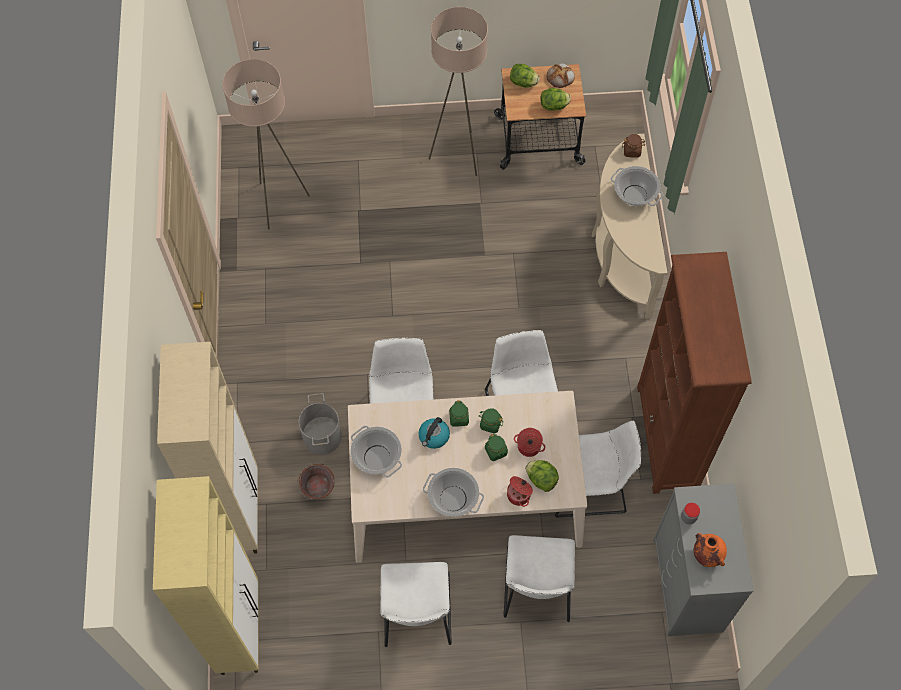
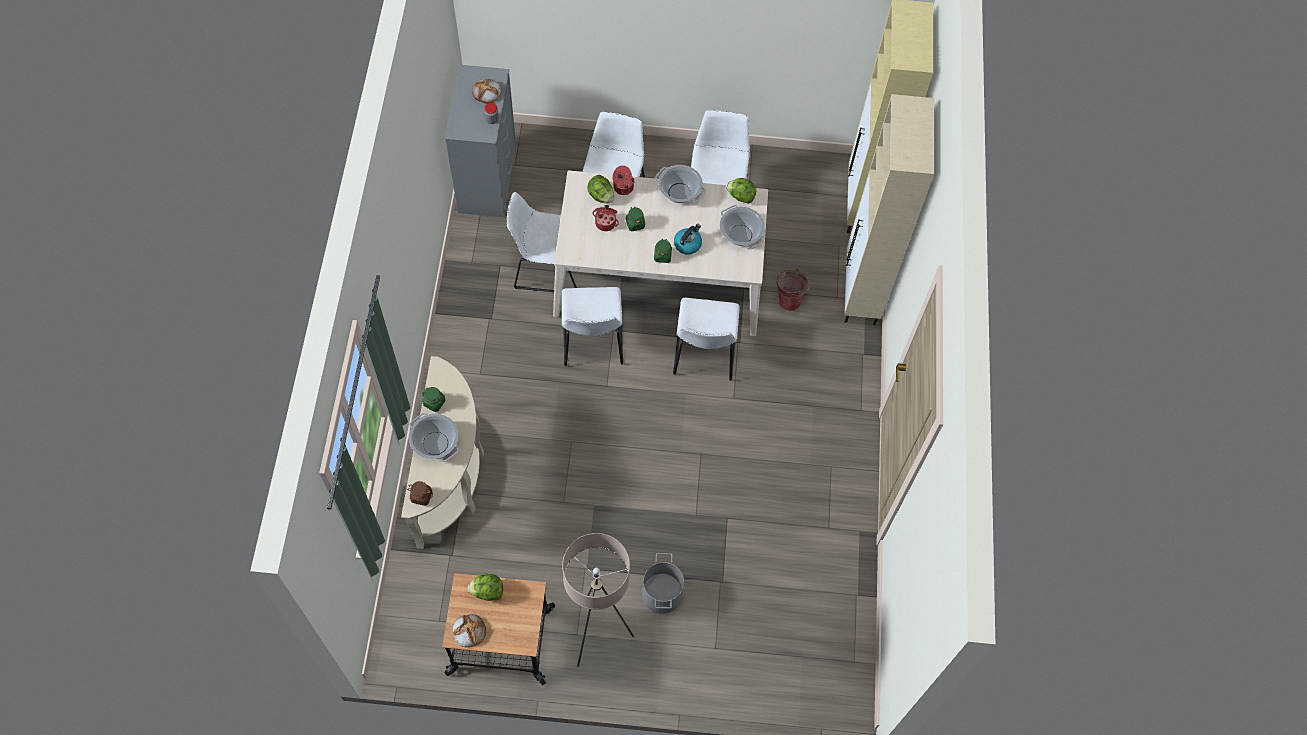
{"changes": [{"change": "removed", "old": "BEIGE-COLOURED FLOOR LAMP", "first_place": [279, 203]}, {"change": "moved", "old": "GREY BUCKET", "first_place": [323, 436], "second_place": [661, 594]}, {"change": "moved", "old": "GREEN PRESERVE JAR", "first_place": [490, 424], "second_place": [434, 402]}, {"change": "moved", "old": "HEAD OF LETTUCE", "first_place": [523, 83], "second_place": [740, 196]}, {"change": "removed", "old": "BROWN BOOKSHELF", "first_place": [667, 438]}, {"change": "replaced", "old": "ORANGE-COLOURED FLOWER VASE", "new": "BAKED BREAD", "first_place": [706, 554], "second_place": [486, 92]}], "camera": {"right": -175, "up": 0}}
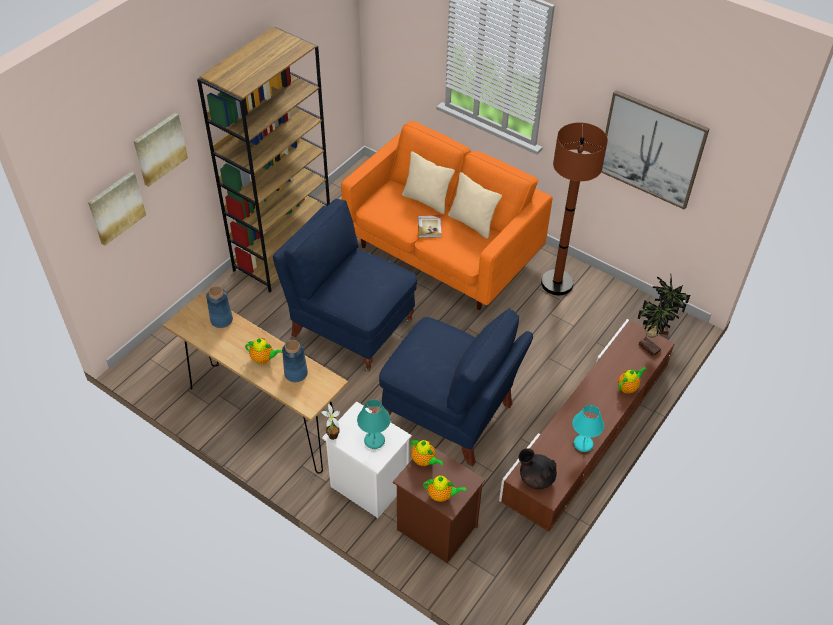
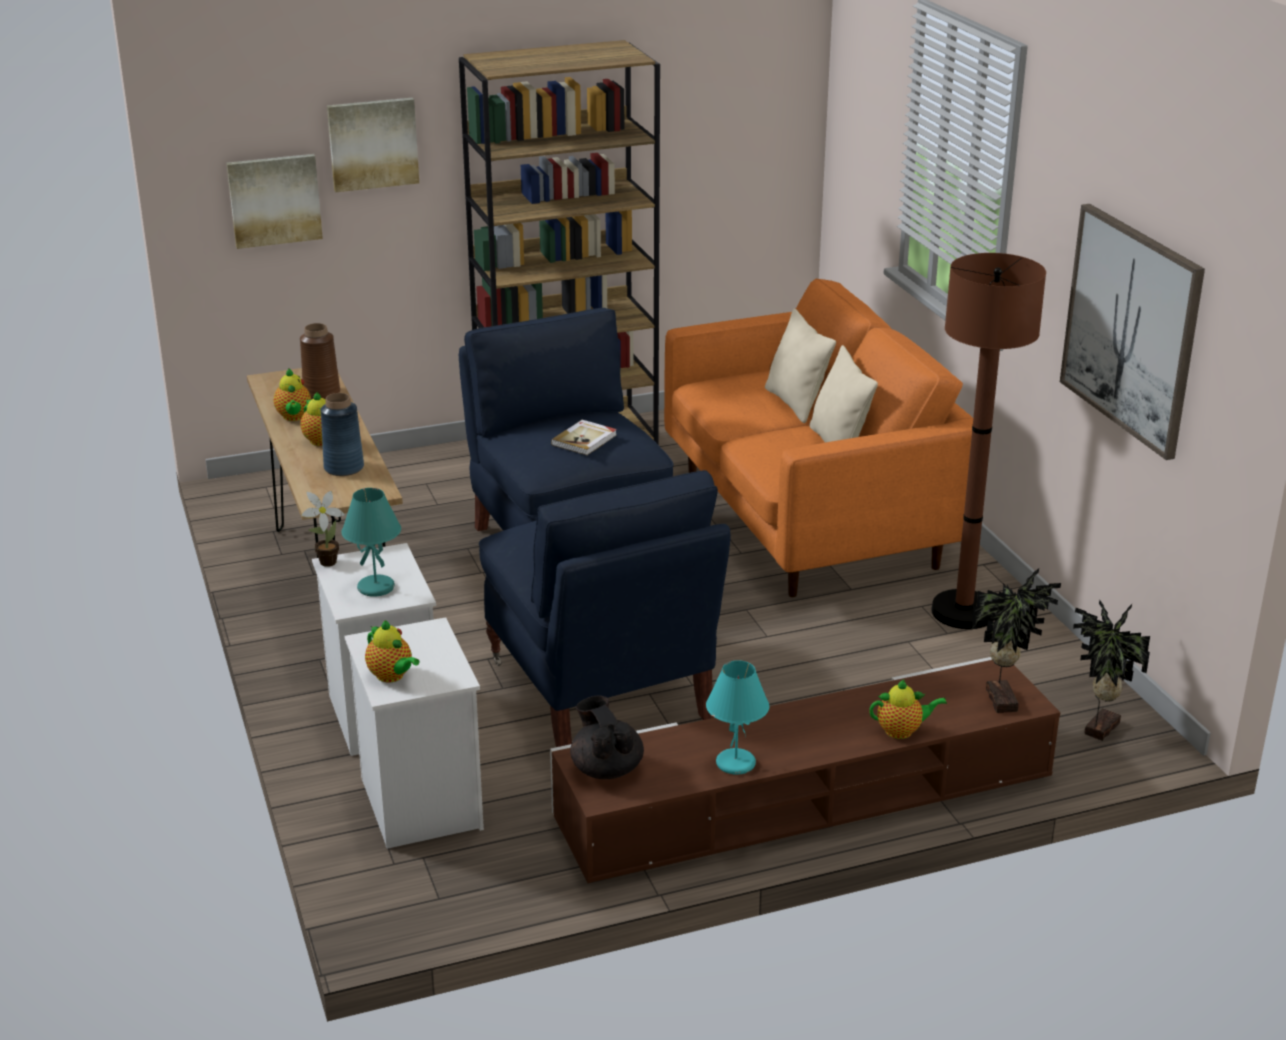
{"changes": [{"change": "recoloured", "old": "BLUE FLOWER VASE", "new": "BROWN FLOWER VASE", "first_place": [221, 320], "second_place": [321, 393]}, {"change": "recoloured", "old": "BROWN NIGHT TABLE", "new": "WHITISH NIGHT TABLE", "first_place": [434, 528], "second_place": [418, 802]}, {"change": "moved", "old": "TEAPOT", "first_place": [424, 461], "second_place": [294, 417]}, {"change": "moved", "old": "BOUND BOOK", "first_place": [430, 227], "second_place": [585, 440]}], "camera": {"right": 35, "up": -20}}
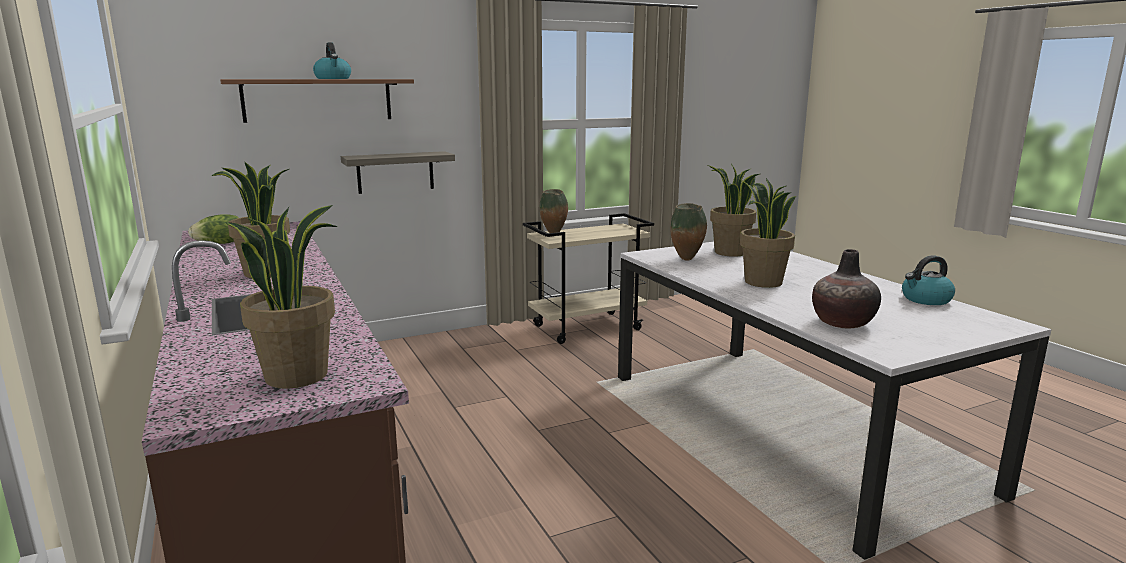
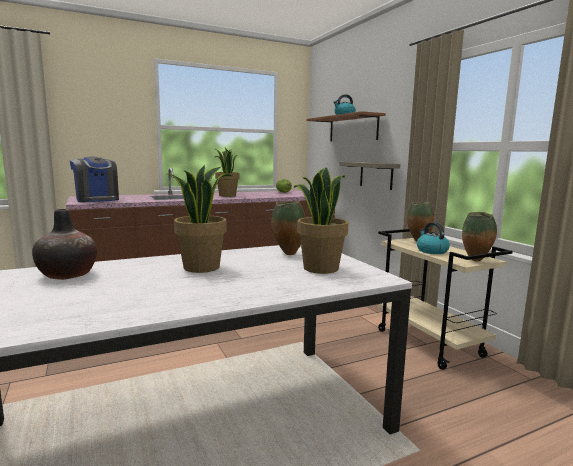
{"changes": [{"change": "replaced", "old": "POTTED PLANT", "new": "COFFEE BREWER", "first_place": [297, 375], "second_place": [97, 200]}, {"change": "moved", "old": "TEA KETTLE", "first_place": [925, 300], "second_place": [431, 251]}, {"change": "added", "new": "FLOWER VASE", "second_place": [476, 261]}], "camera": {"right": 90, "up": -5}}
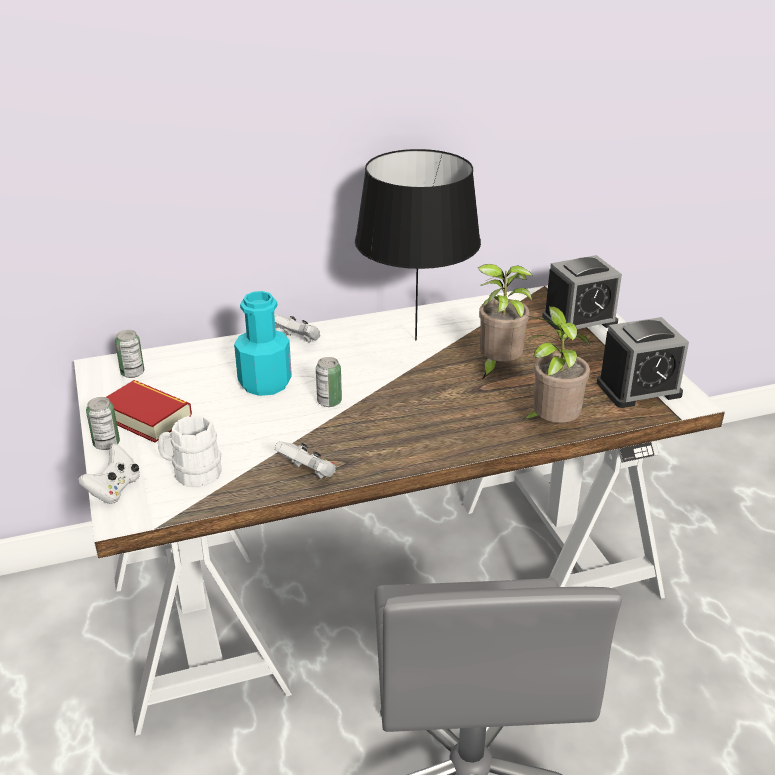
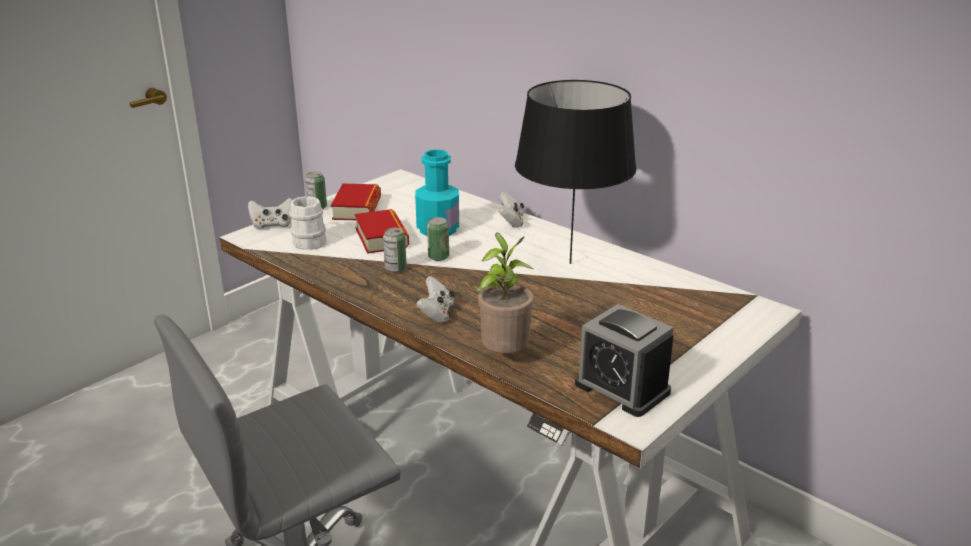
{"changes": [{"change": "moved", "old": "METAL CAN", "first_place": [132, 373], "second_place": [395, 268]}, {"change": "moved", "old": "WHITISH JOYPAD", "first_place": [308, 473], "second_place": [436, 314]}, {"change": "removed", "old": "POTTED PLANT", "first_place": [497, 368]}, {"change": "removed", "old": "TABLE CLOCK", "first_place": [579, 320]}, {"change": "added", "new": "BOUND BOOK", "second_place": [381, 237]}], "camera": {"right": 60, "up": -5}}
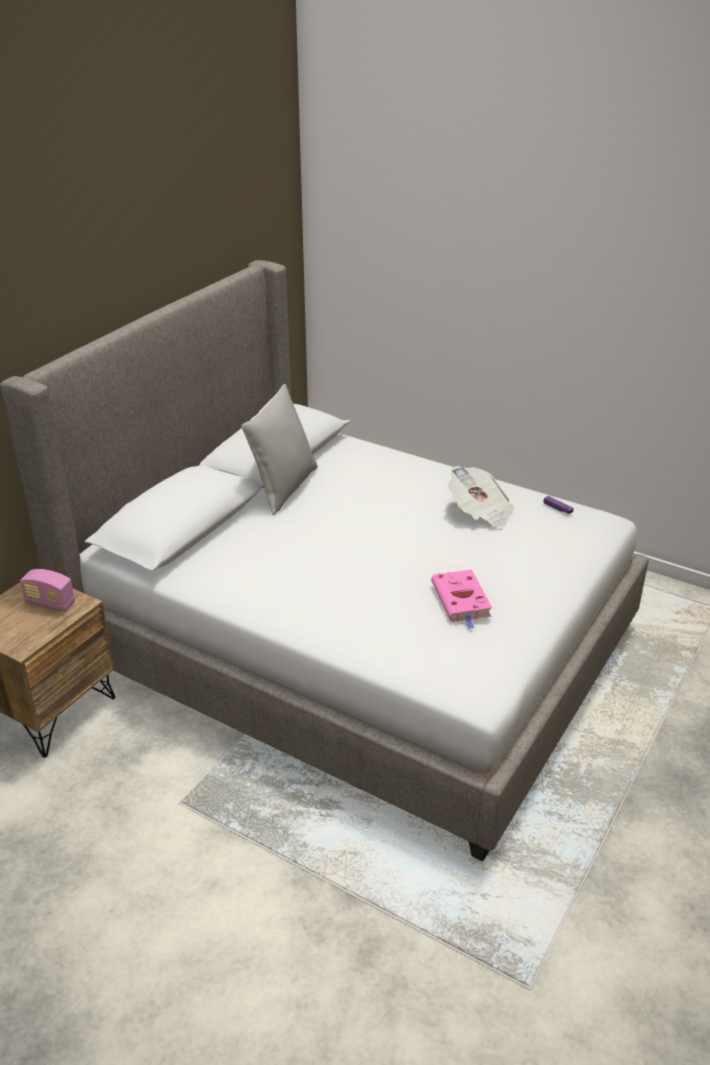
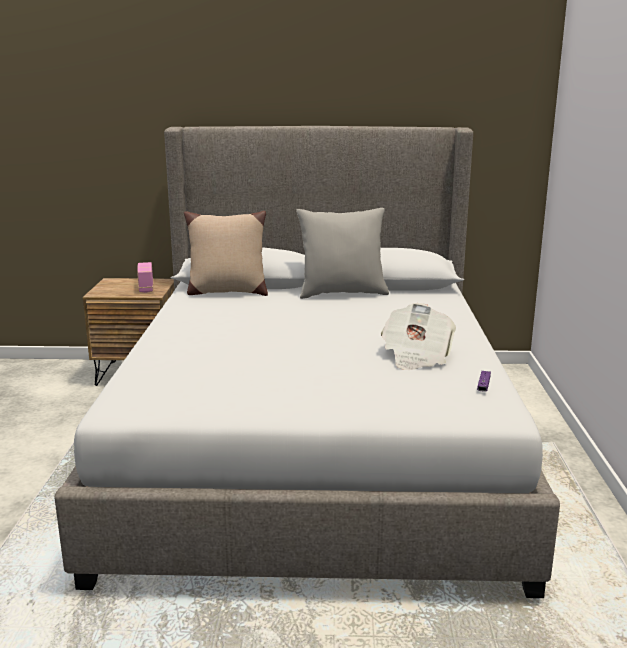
{"changes": [{"change": "removed", "old": "PINK BOUND BOOK", "first_place": [462, 601]}, {"change": "added", "new": "BEIGE-COLOURED CUSHION", "second_place": [227, 292]}], "camera": {"right": 60, "up": -15}}
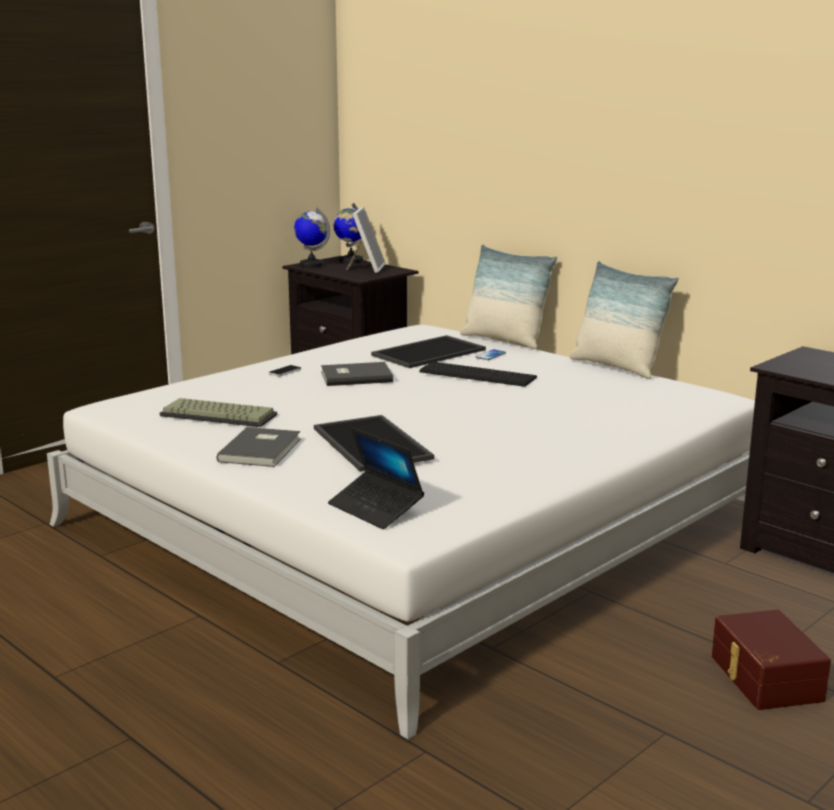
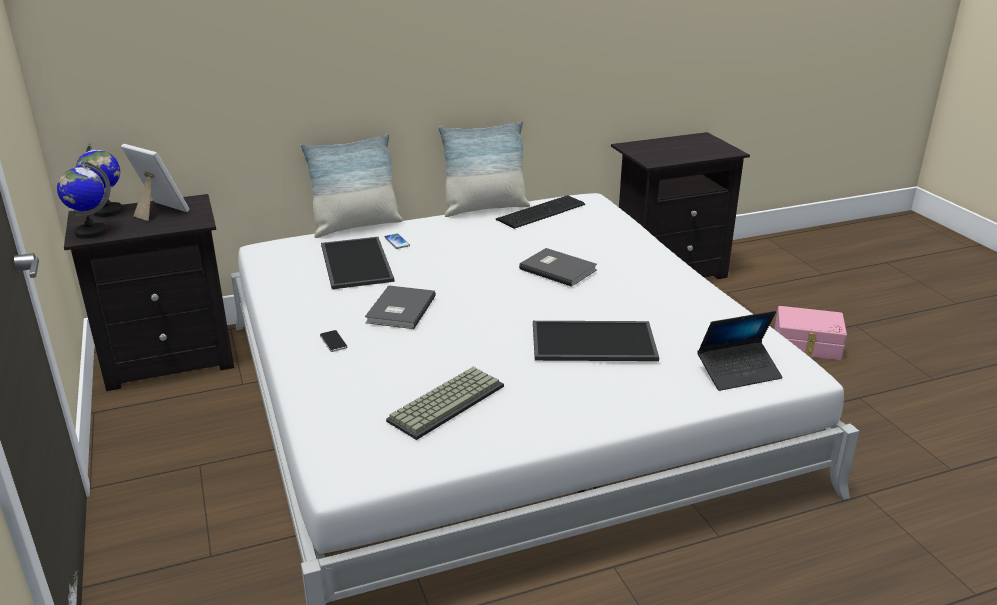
{"changes": [{"change": "moved", "old": "GREY BOUND BOOK", "first_place": [262, 450], "second_place": [558, 268]}, {"change": "moved", "old": "PC KEYBOARD", "first_place": [477, 374], "second_place": [539, 212]}, {"change": "recoloured", "old": "BROWN STORAGE BIN", "new": "PINK STORAGE BIN", "first_place": [764, 678], "second_place": [807, 345]}], "camera": {"right": -65, "up": 10}}
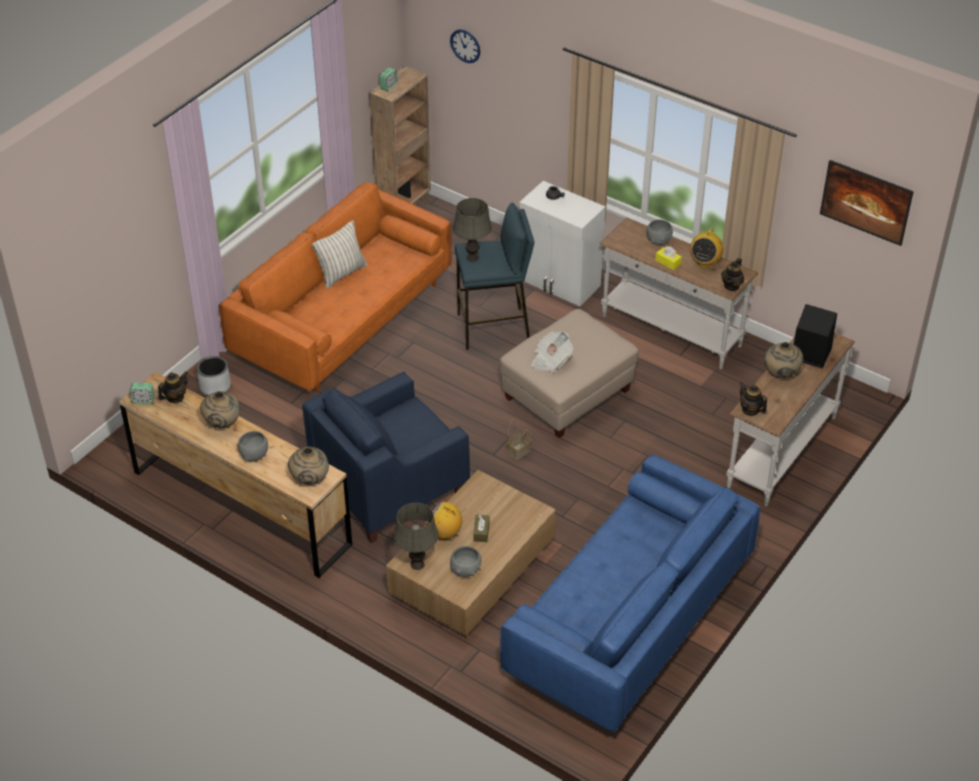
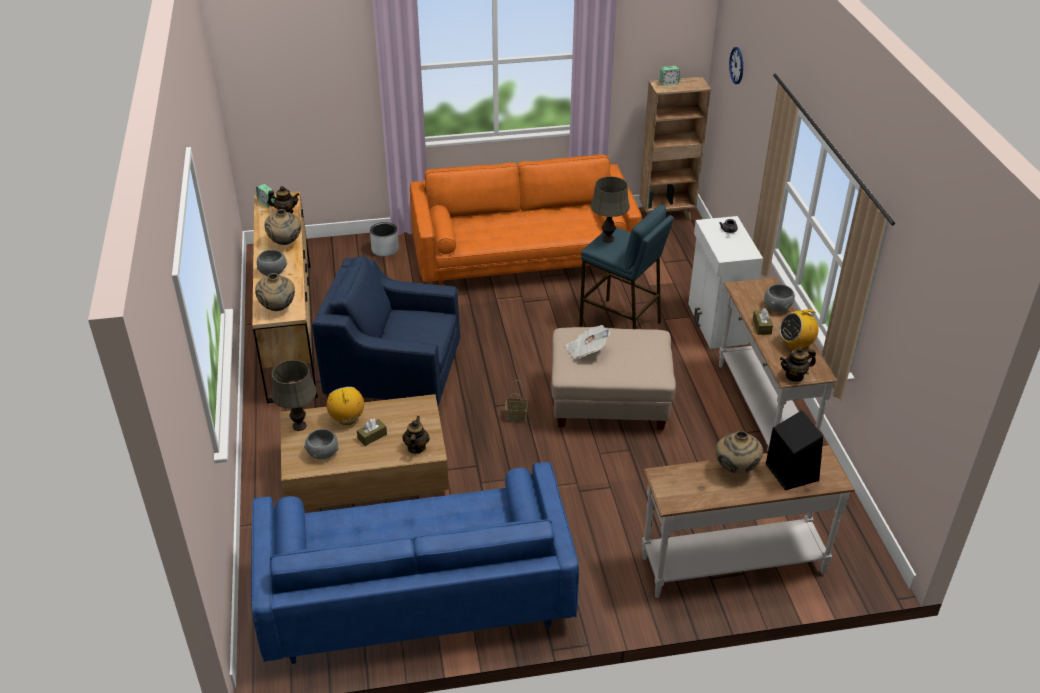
{"changes": [{"change": "removed", "old": "CUSHION", "first_place": [342, 273]}, {"change": "recoloured", "old": "YELLOW TISSUE HOLDER", "new": "BROWN TISSUE HOLDER", "first_place": [668, 262], "second_place": [761, 326]}, {"change": "moved", "old": "TEAPOT", "first_place": [750, 410], "second_place": [416, 447]}, {"change": "removed", "old": "PICTURE", "first_place": [863, 215]}], "camera": {"right": 45, "up": -5}}
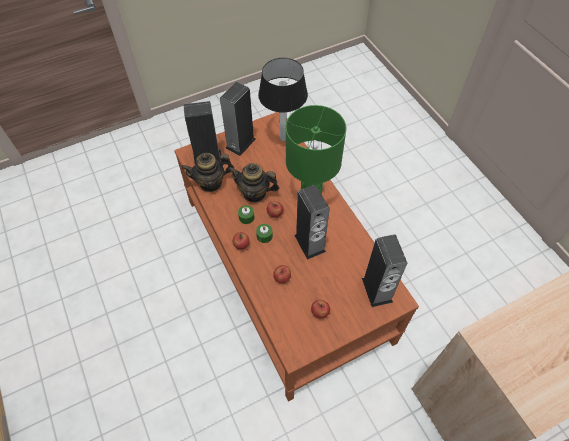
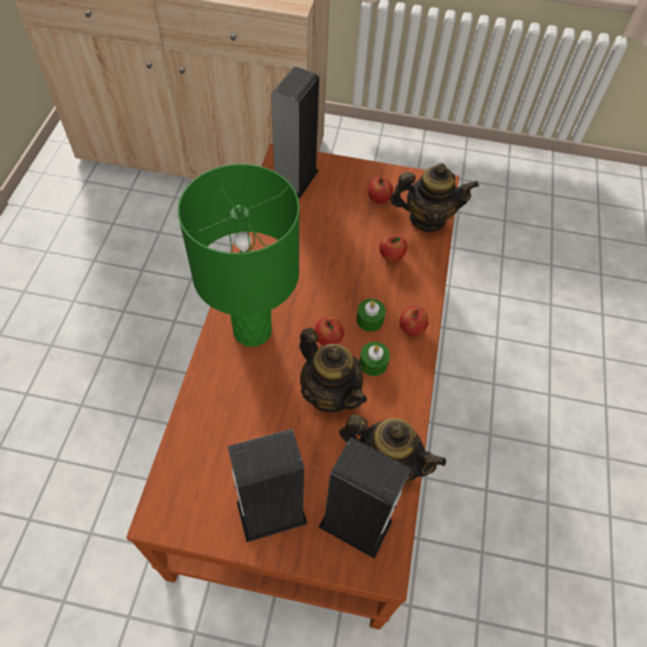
{"changes": [{"change": "removed", "old": "TABLE LAMP", "first_place": [283, 138]}, {"change": "removed", "old": "AUDIO SPEAKER", "first_place": [310, 243]}, {"change": "added", "new": "TEAPOT", "second_place": [427, 218]}], "camera": {"right": -145, "up": 0}}
